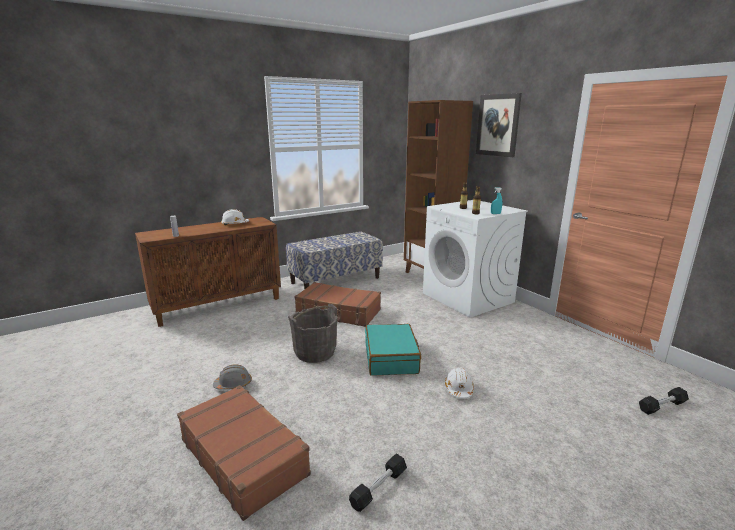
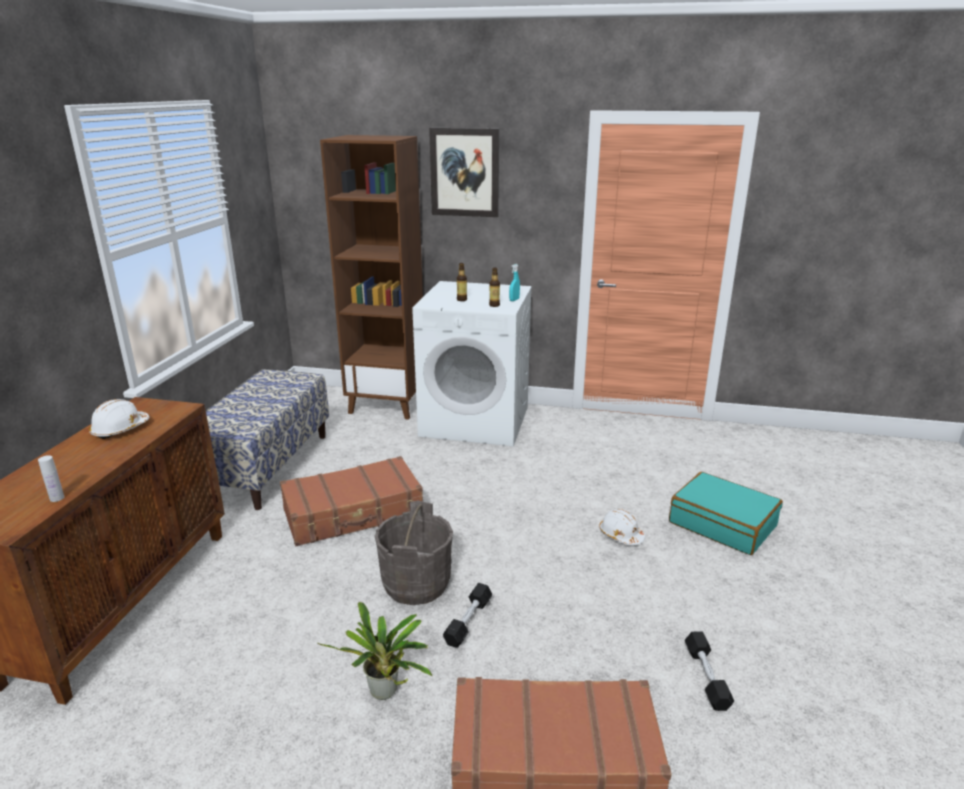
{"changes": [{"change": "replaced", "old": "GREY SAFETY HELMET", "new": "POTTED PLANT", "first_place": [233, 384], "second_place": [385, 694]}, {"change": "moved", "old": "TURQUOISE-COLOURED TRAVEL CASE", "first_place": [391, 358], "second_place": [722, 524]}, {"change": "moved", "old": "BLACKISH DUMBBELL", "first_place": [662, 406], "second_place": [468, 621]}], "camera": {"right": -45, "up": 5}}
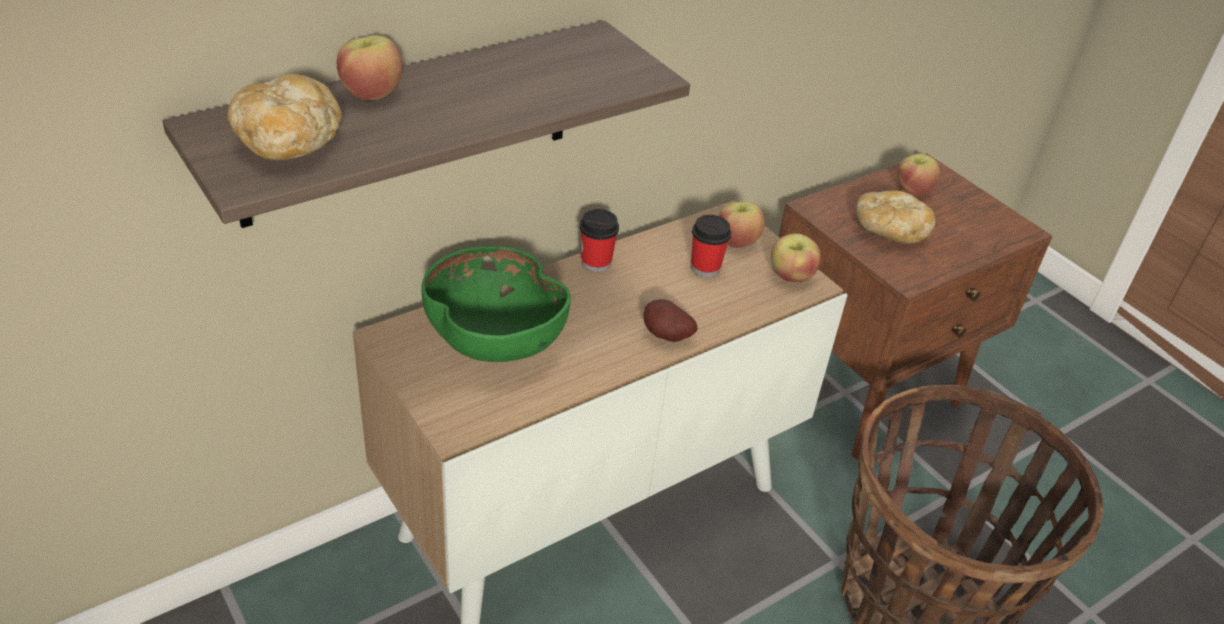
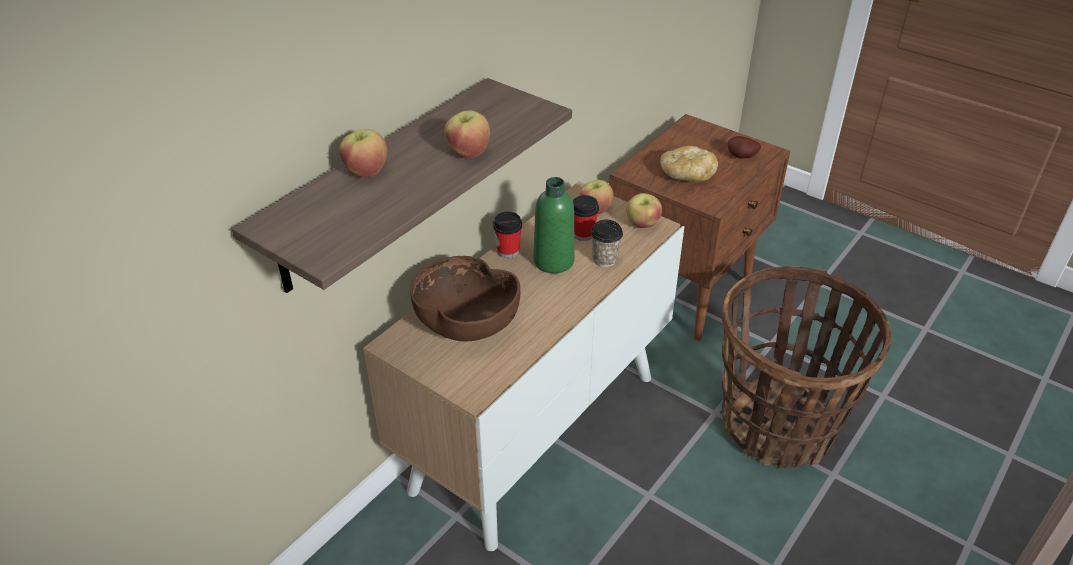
{"changes": [{"change": "removed", "old": "BAKED BREAD", "first_place": [290, 141]}, {"change": "recoloured", "old": "GREEN SERVING BOWL", "new": "BROWN SERVING BOWL", "first_place": [493, 339], "second_place": [466, 324]}, {"change": "moved", "old": "WHOLE POTATO", "first_place": [665, 336], "second_place": [741, 157]}, {"change": "moved", "old": "APPLE FRUIT", "first_place": [912, 190], "second_place": [468, 152]}, {"change": "added", "new": "GREEN DRINK BOTTLE", "second_place": [553, 261]}, {"change": "added", "new": "CUP", "second_place": [605, 259]}], "camera": {"right": -15, "up": 0}}
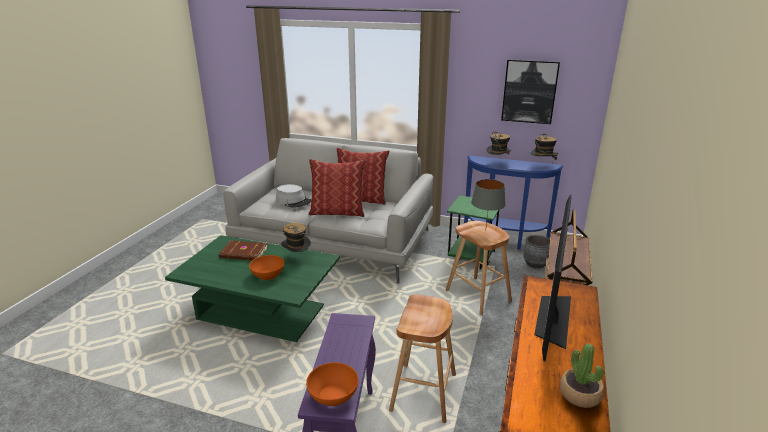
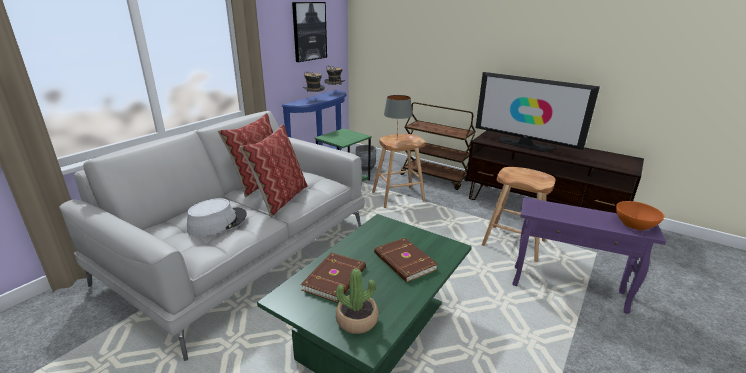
{"changes": [{"change": "replaced", "old": "ORANGE-COLOURED SERVING BOWL", "new": "BROWN BOUND BOOK", "first_place": [267, 275], "second_place": [404, 262]}, {"change": "removed", "old": "WEARABLE HAT", "first_place": [296, 258]}, {"change": "moved", "old": "POTTED PLANT", "first_place": [580, 394], "second_place": [357, 320]}], "camera": {"right": -75, "up": 0}}
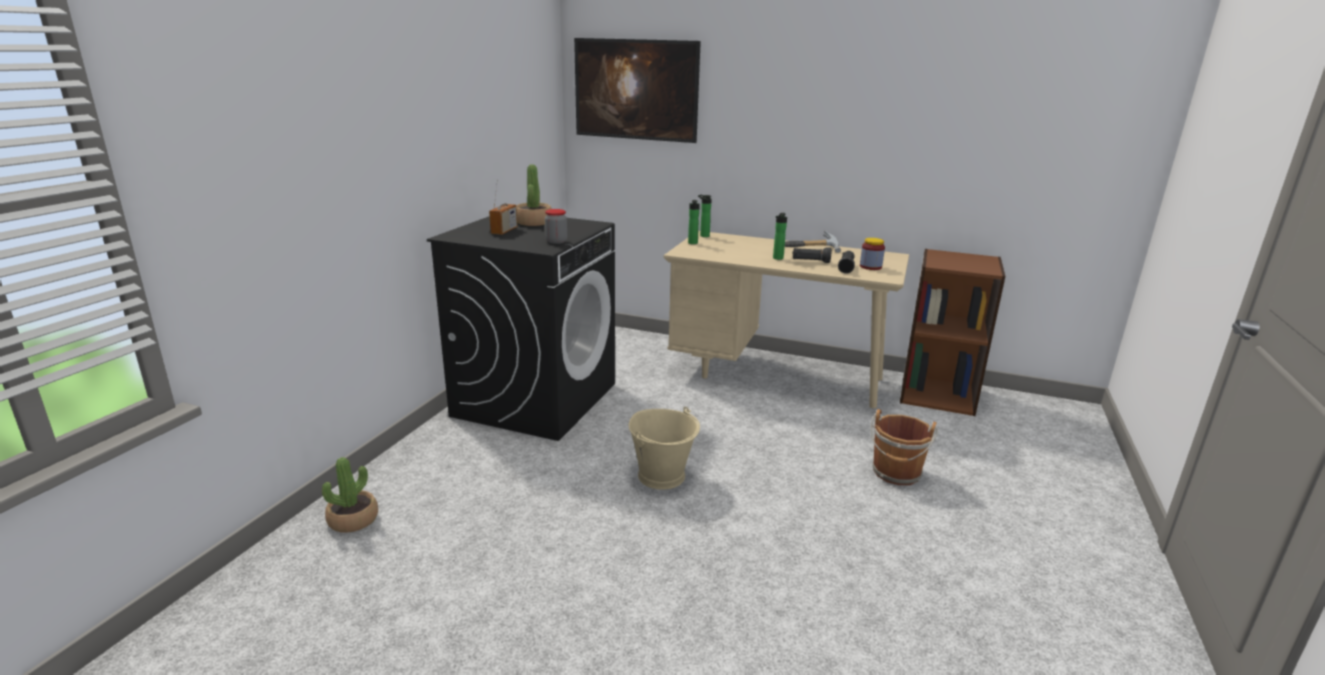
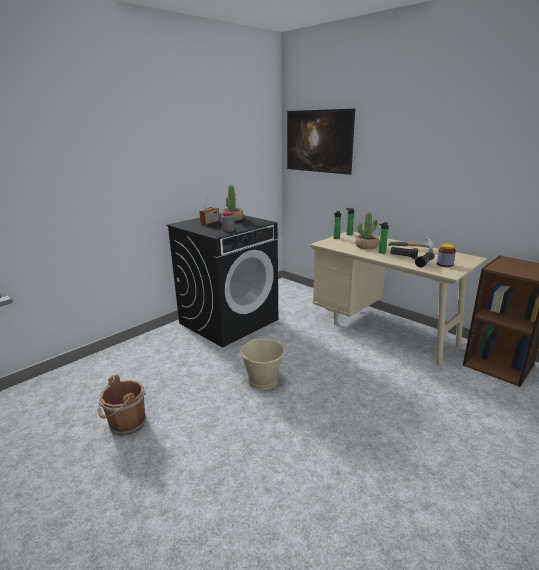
{"changes": [{"change": "moved", "old": "POTTED PLANT", "first_place": [353, 520], "second_place": [366, 246]}, {"change": "moved", "old": "BROWN BUCKET", "first_place": [896, 474], "second_place": [126, 424]}], "camera": {"right": 25, "up": 0}}
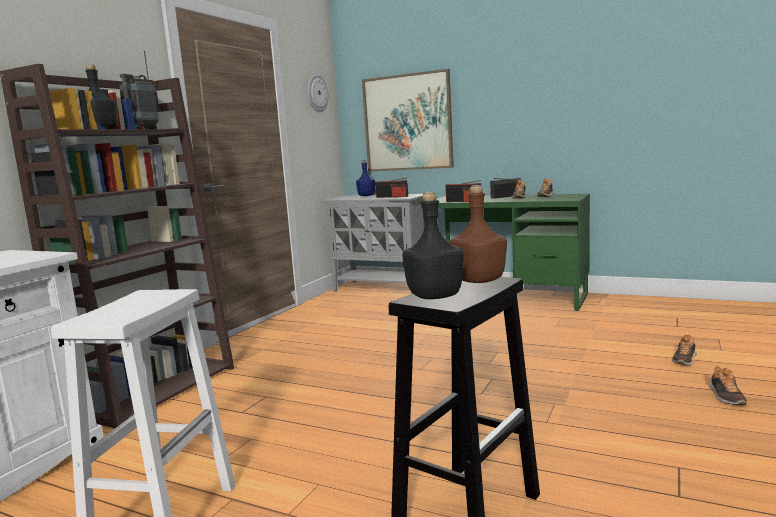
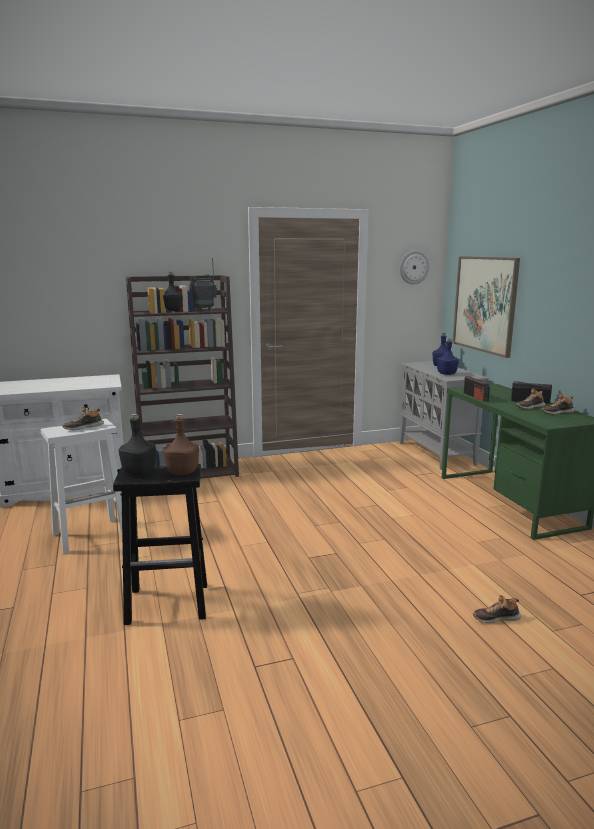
{"changes": [{"change": "replaced", "old": "RADIO RECEIVER", "new": "BLUE DRINK BOTTLE", "first_place": [392, 197], "second_place": [447, 374]}, {"change": "moved", "old": "ITEM OF FOOTWEAR", "first_place": [726, 397], "second_place": [83, 427]}], "camera": {"right": 45, "up": 5}}
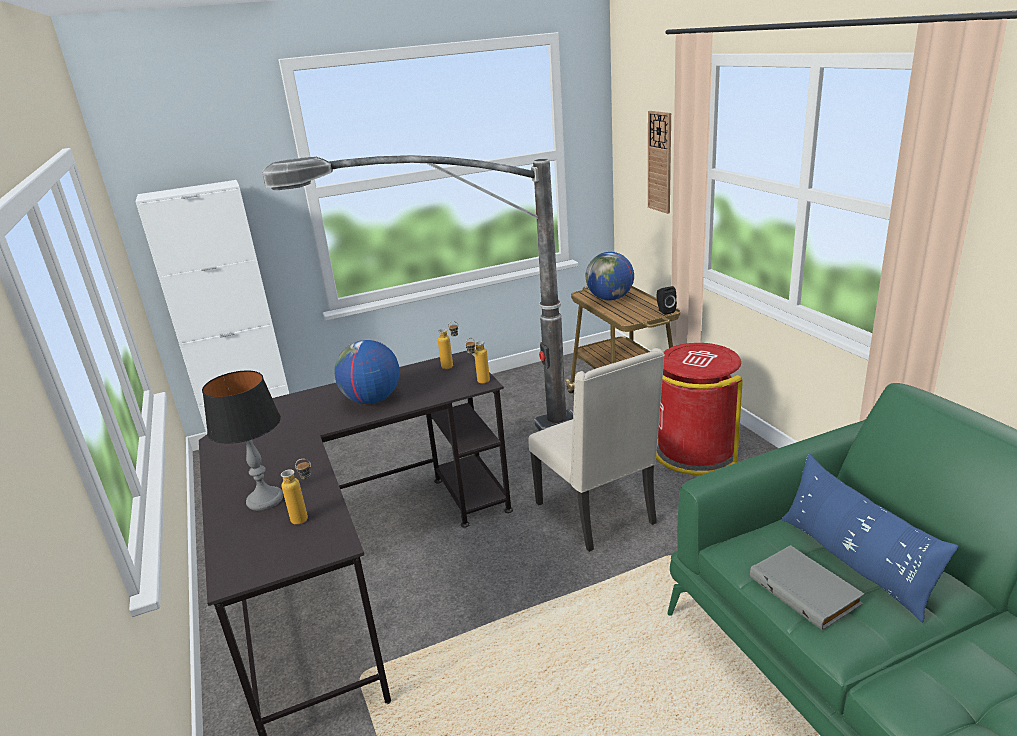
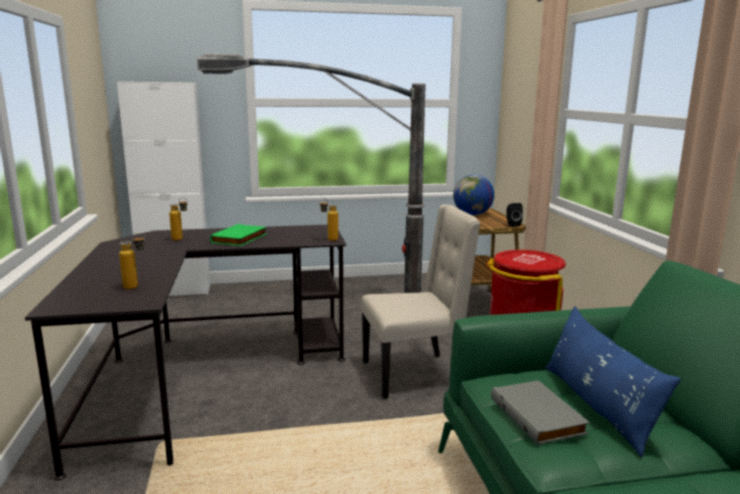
{"changes": [{"change": "removed", "old": "TABLE LAMP", "first_place": [265, 500]}, {"change": "replaced", "old": "GLOBE", "new": "GREEN BOUND BOOK", "first_place": [372, 400], "second_place": [240, 239]}, {"change": "moved", "old": "DRINK BOTTLE", "first_place": [452, 366], "second_place": [181, 239]}, {"change": "turned", "old": "BEIGE-COLOURED UPRIGHT CHAIR", "first_place": [598, 514], "second_place": [414, 374], "degrees": -90}, {"change": "removed", "old": "CLOCK ON THE WALL", "first_place": [660, 162]}], "camera": {"right": 10, "up": -10}}
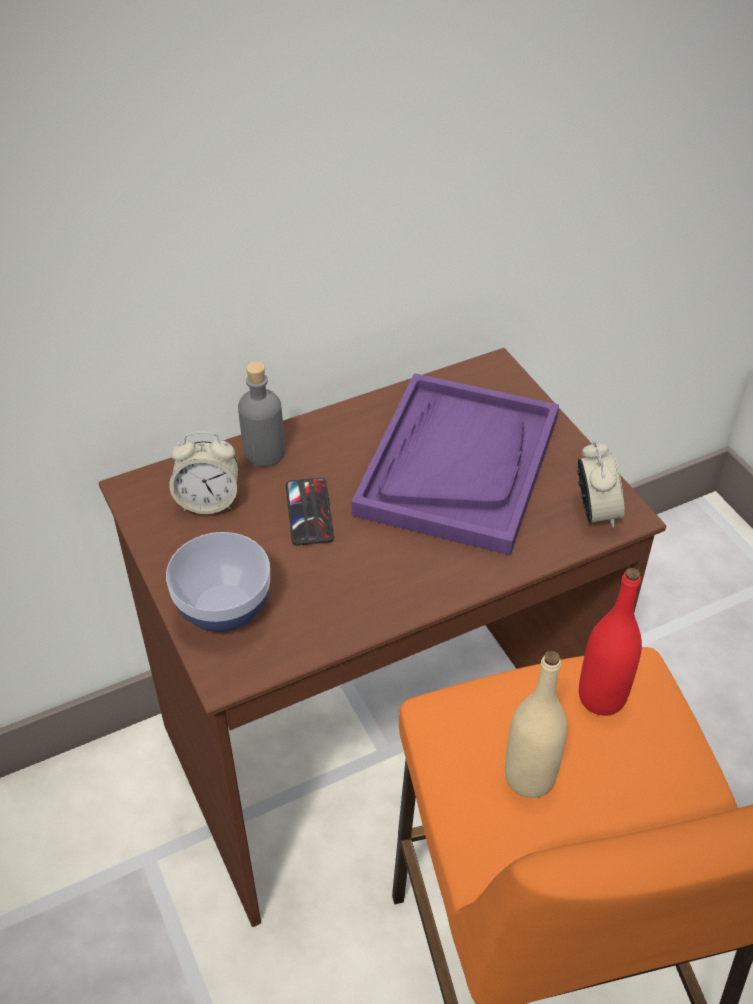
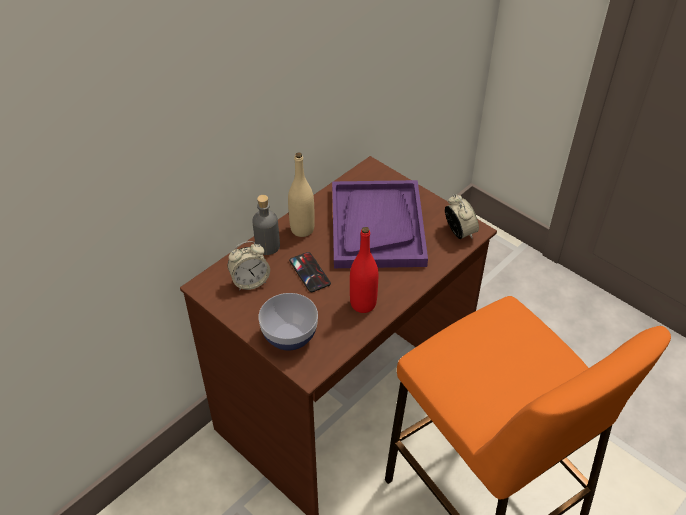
{"changes": [{"change": "moved", "old": "BEIGE-COLOURED DRINK BOTTLE", "first_place": [529, 777], "second_place": [302, 229]}, {"change": "moved", "old": "REDDISH DRINK BOTTLE", "first_place": [601, 697], "second_place": [363, 304]}], "camera": {"right": -20, "up": 0}}
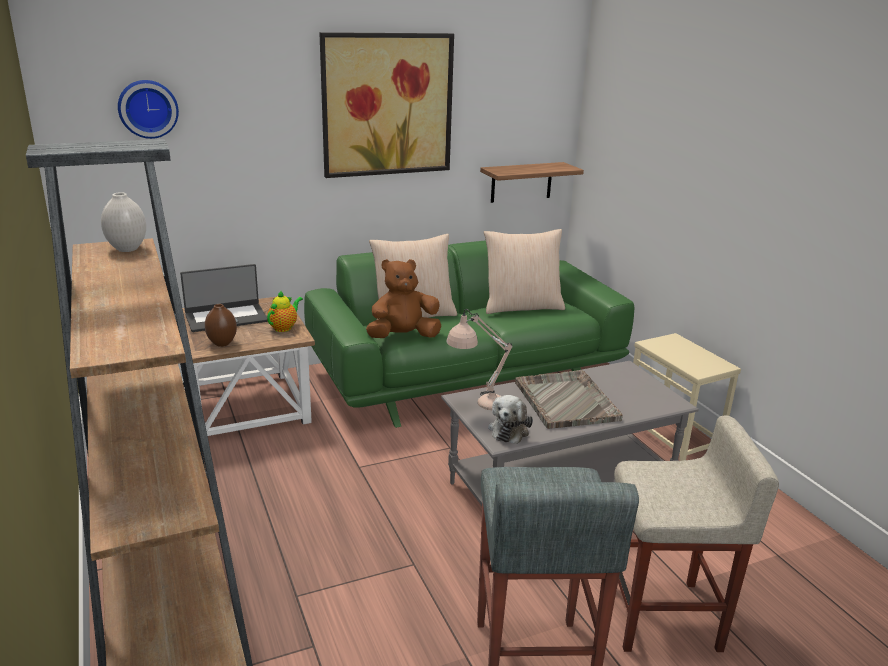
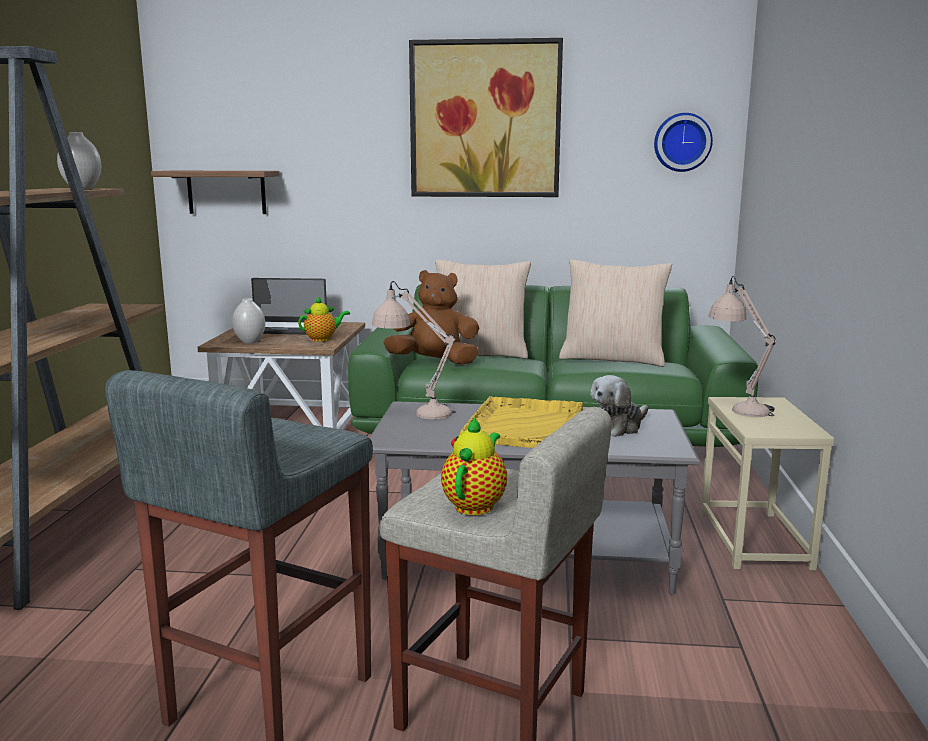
{"changes": [{"change": "moved", "old": "CLOCK ON THE WALL", "first_place": [148, 108], "second_place": [682, 142]}, {"change": "recoloured", "old": "BROWN FLOWER VASE", "new": "WHITISH FLOWER VASE", "first_place": [222, 343], "second_place": [250, 342]}, {"change": "moved", "old": "WALL SHELF", "first_place": [521, 182], "second_place": [226, 192]}, {"change": "moved", "old": "PLUSH TOY", "first_place": [509, 429], "second_place": [618, 427]}, {"change": "recoloured", "old": "GREY TRAY", "new": "YELLOW TRAY", "first_place": [565, 400], "second_place": [525, 425]}, {"change": "added", "new": "TEAPOT", "second_place": [476, 504]}, {"change": "added", "new": "BEIGE-COLOURED TABLE LAMP", "second_place": [737, 406]}], "camera": {"right": 30, "up": -10}}
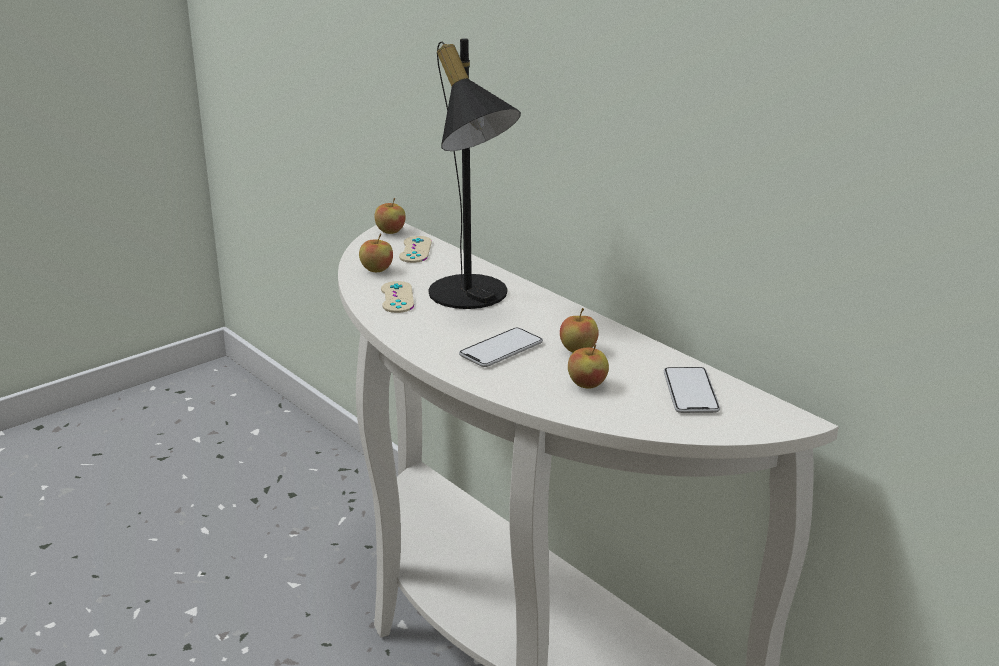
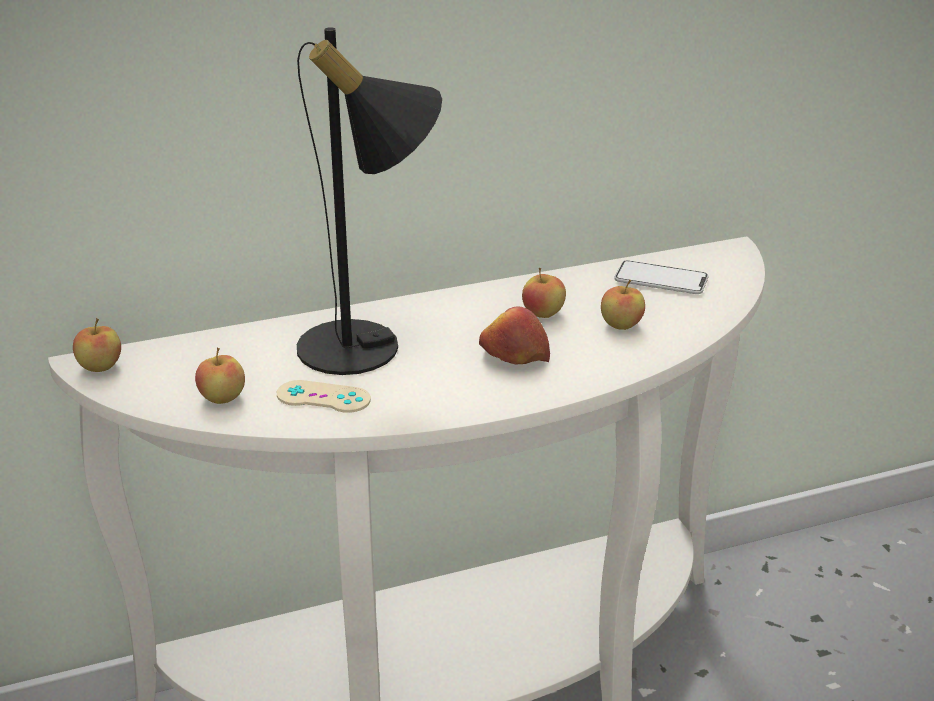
{"changes": [{"change": "removed", "old": "BEIGE-COLOURED JOYPAD", "first_place": [415, 250]}, {"change": "replaced", "old": "TELEPHONE", "new": "APPLE FRUIT", "first_place": [501, 349], "second_place": [513, 355]}], "camera": {"right": -70, "up": 5}}
